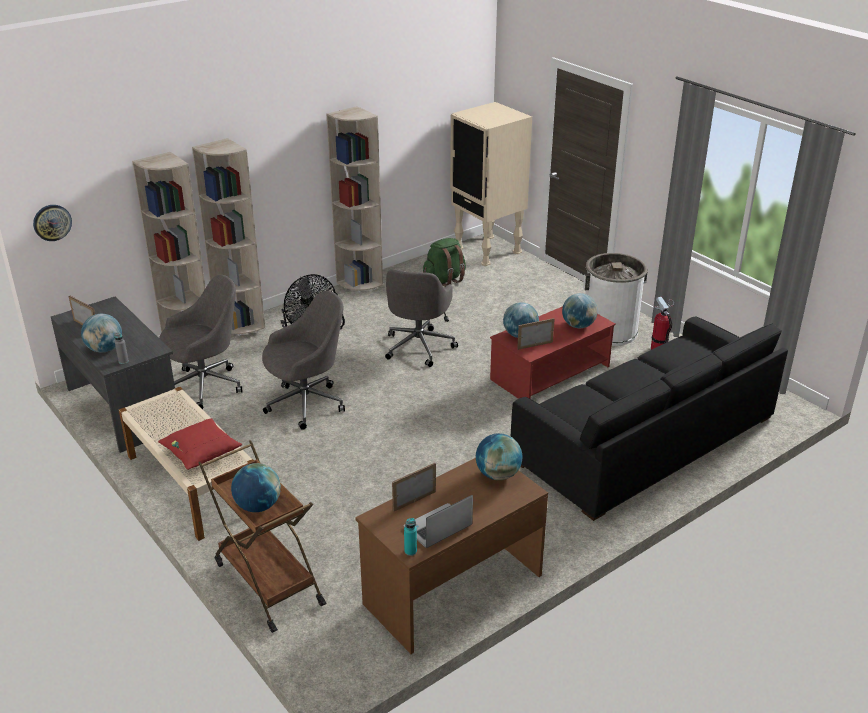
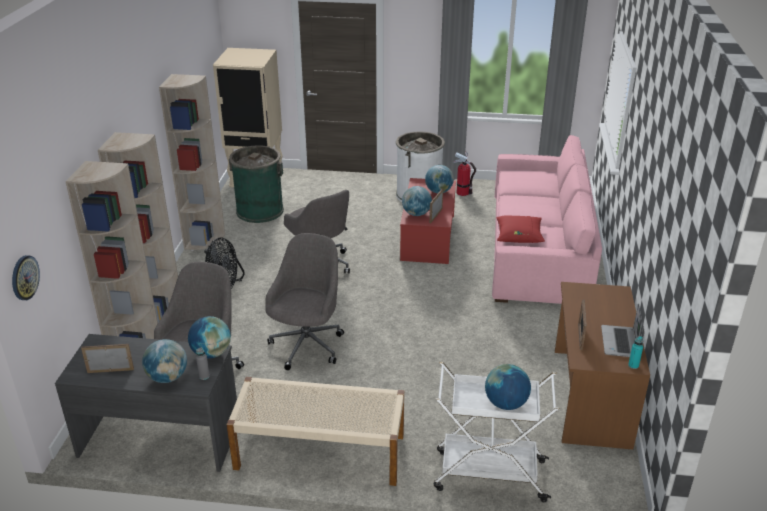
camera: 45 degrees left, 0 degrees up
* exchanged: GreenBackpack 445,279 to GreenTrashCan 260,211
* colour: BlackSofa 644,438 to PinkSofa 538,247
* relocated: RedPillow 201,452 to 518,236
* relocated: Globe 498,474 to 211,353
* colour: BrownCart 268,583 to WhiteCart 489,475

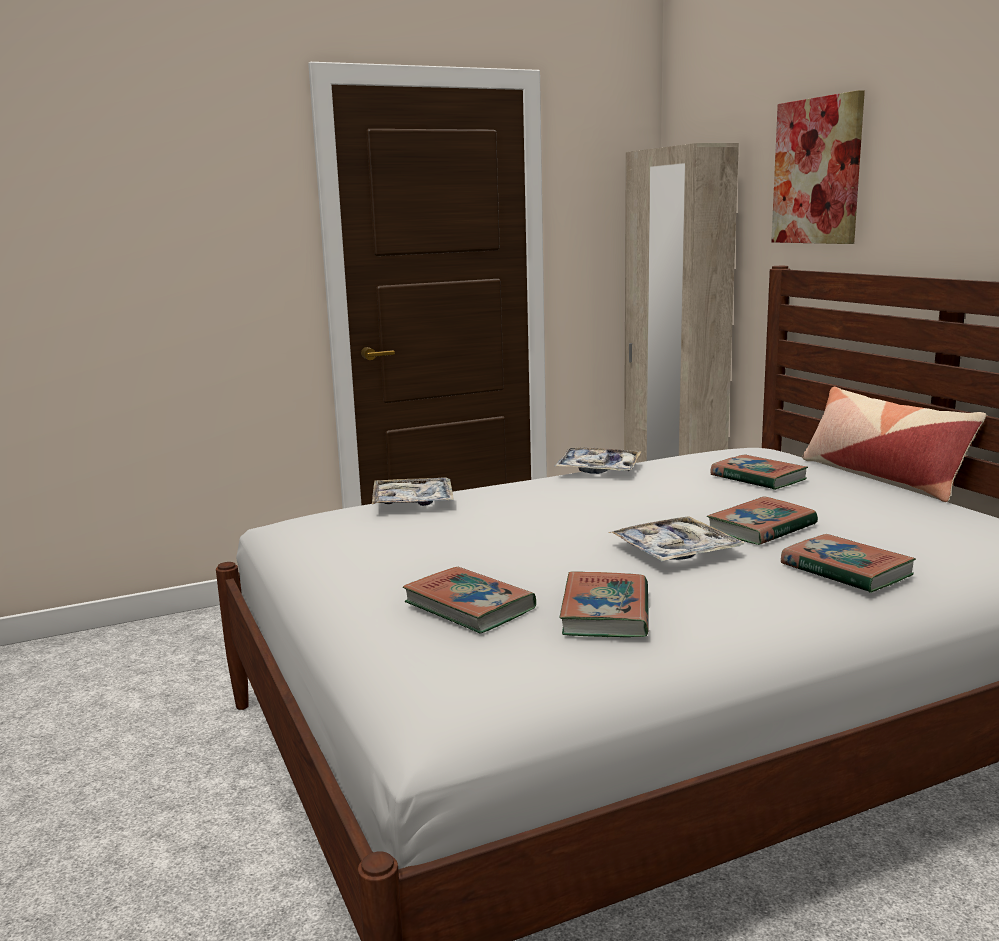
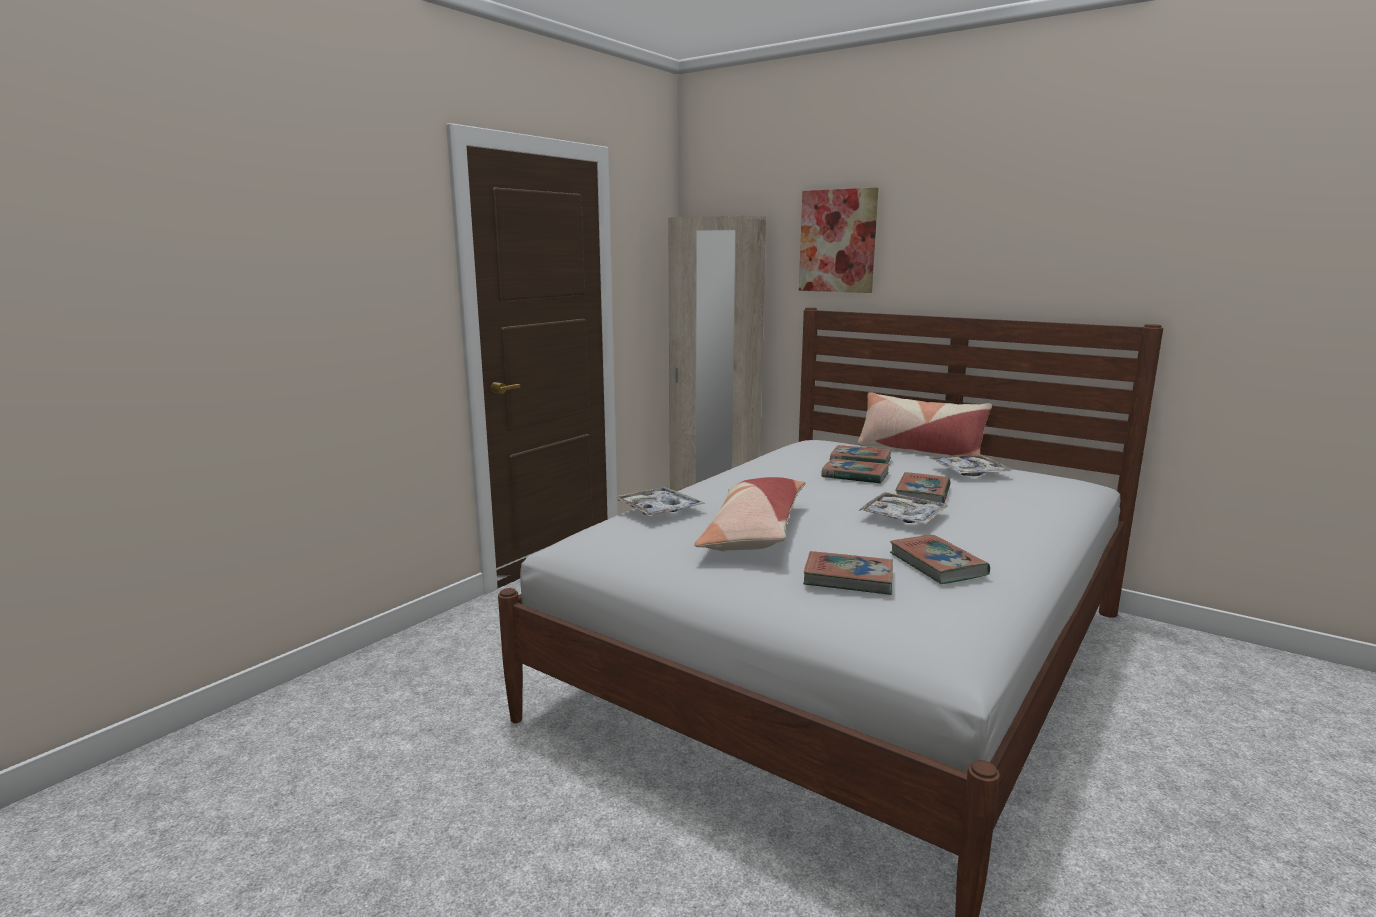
camera: 30 degrees left, 0 degrees up
* relocated: Tray 598,469 to 969,472
* relocated: Book 846,570 to 855,476
* appeared: Pillow 753,531

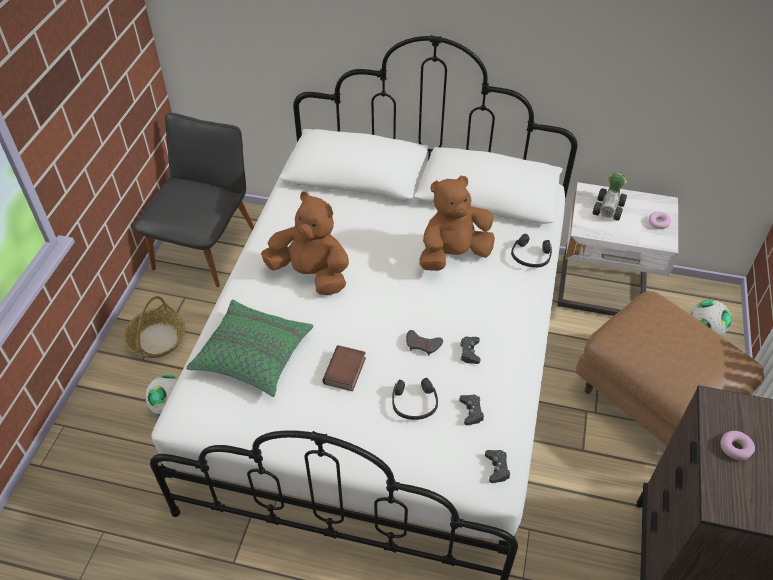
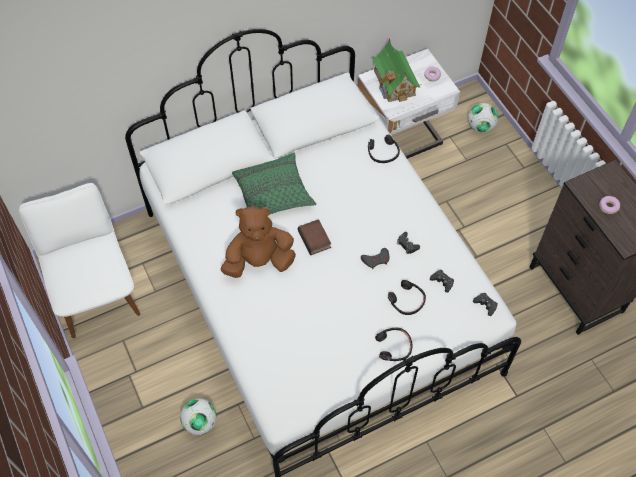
camera: 40 degrees left, 10 degrees up
* colour: BlackChair 204,248 to WhiteChair 96,292
* exchanged: ToyCar 610,207 to ToyHouse 394,83
* missing: BrownPlushToy 453,255
* missing: BrownOttoman 654,403
* missing: Basket 157,339
* relocated: GreenPillow 253,355 to 273,193
* relocated: Book 346,372 to 315,239
* appeared: BlackHeadphones 394,347

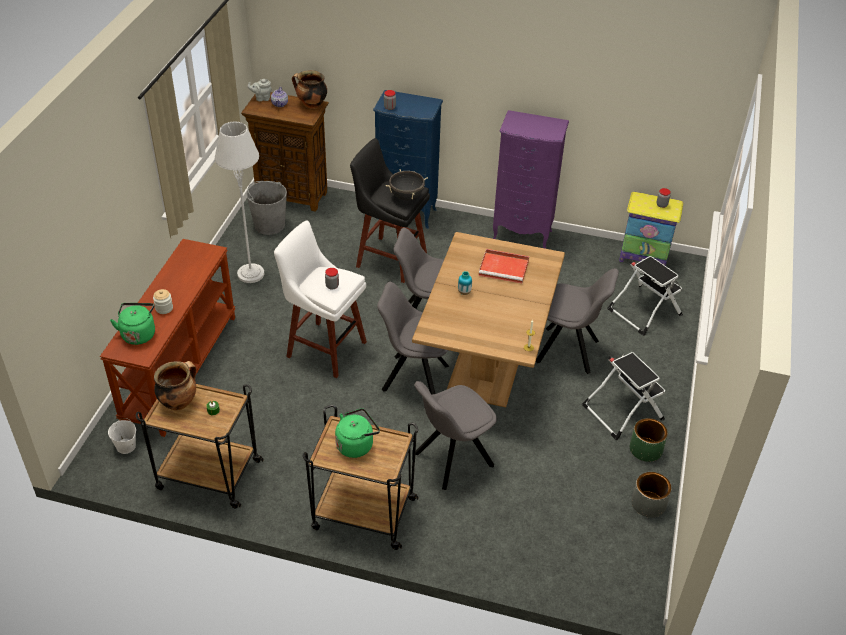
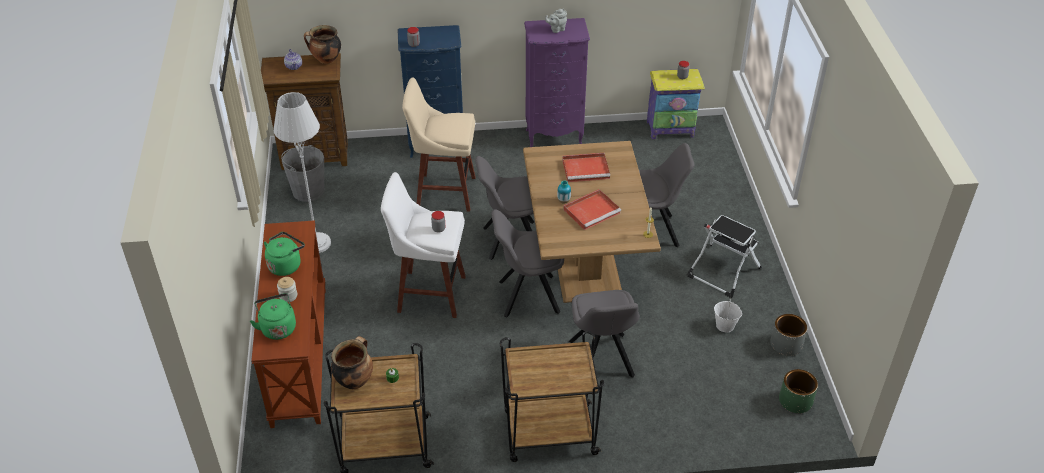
camera: 20 degrees left, 0 degrees up
* relocated: GreyTeapot 262,98 to 556,29
* colour: BlackStool 390,259 to BeigeStool 444,192
* missing: BlackCookingPot 406,197
* missing: StepLadder 644,310
* spun: GreyChair 452,459 = 602,359 45 degrees counterclockwise
* relocated: GreenKettle 356,445 to 286,265
* relocated: WhiteBucket 126,446 to 725,326
* relocated: GreenPlanter 645,450 to 795,401
* appeared: RedTray 592,211

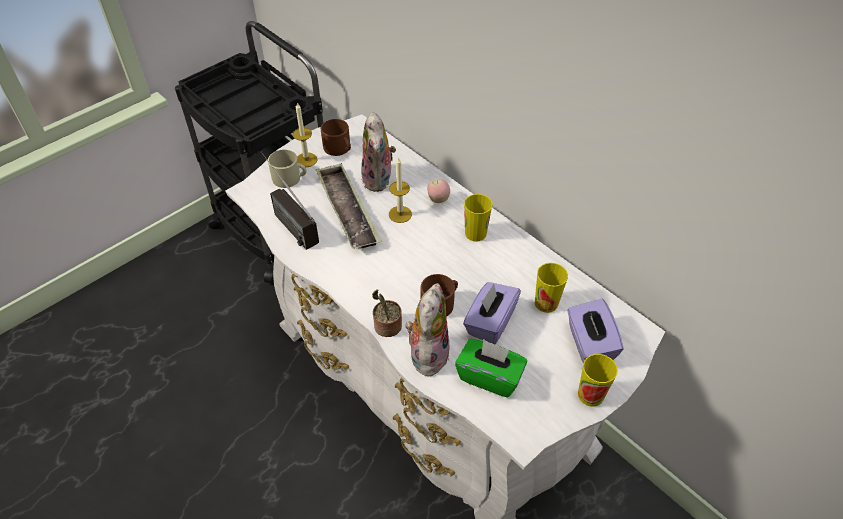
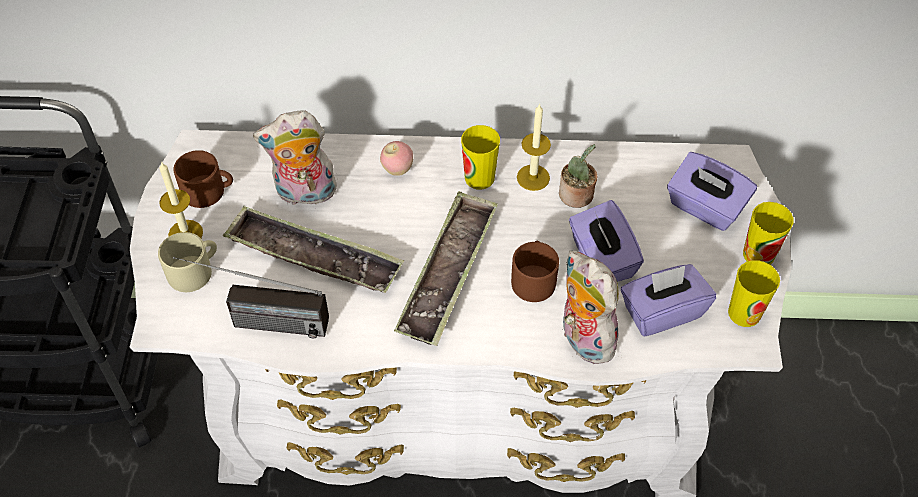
camera: 45 degrees left, 5 degrees up
* spun: PlushToy 379,180 = 304,194 135 degrees clockwise
* relocated: Candle 400,214 to 533,177
* relocated: Cup 546,303 to 744,313
* relocated: PottedPlant 386,327 to 577,196
* colour: GreenTissueBox 489,376 to PurpleTissueBox 662,311
* appeared: Tray 448,273

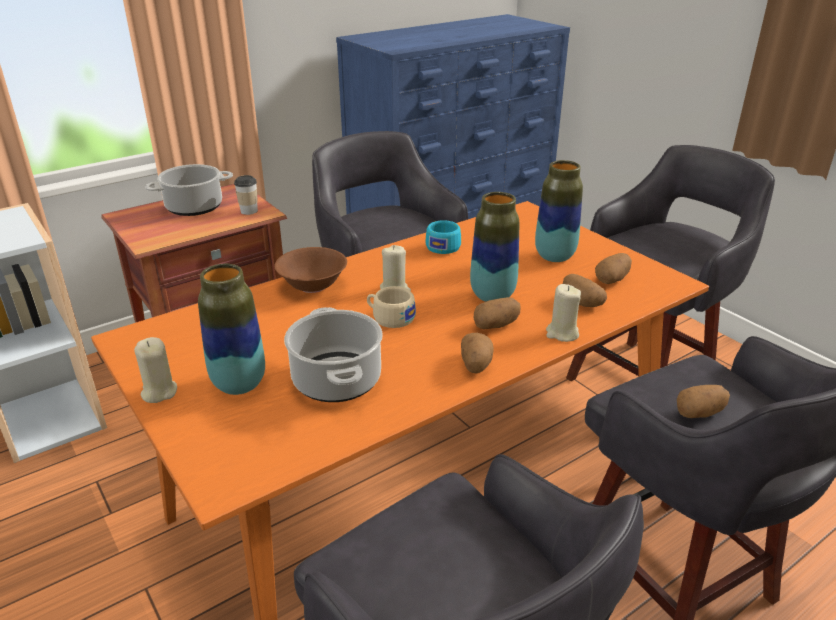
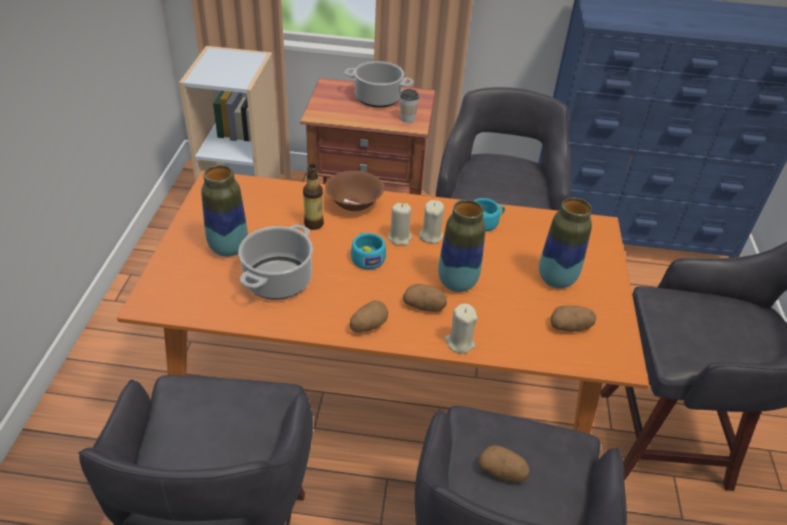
camera: 40 degrees right, 10 degrees up
* missing: Potato 581,302
* colour: BeigeCup 389,317 to TurquoiseCup 366,257
* relocated: BeigeCandle 159,392 to 430,236
* appeared: Bottle 314,224

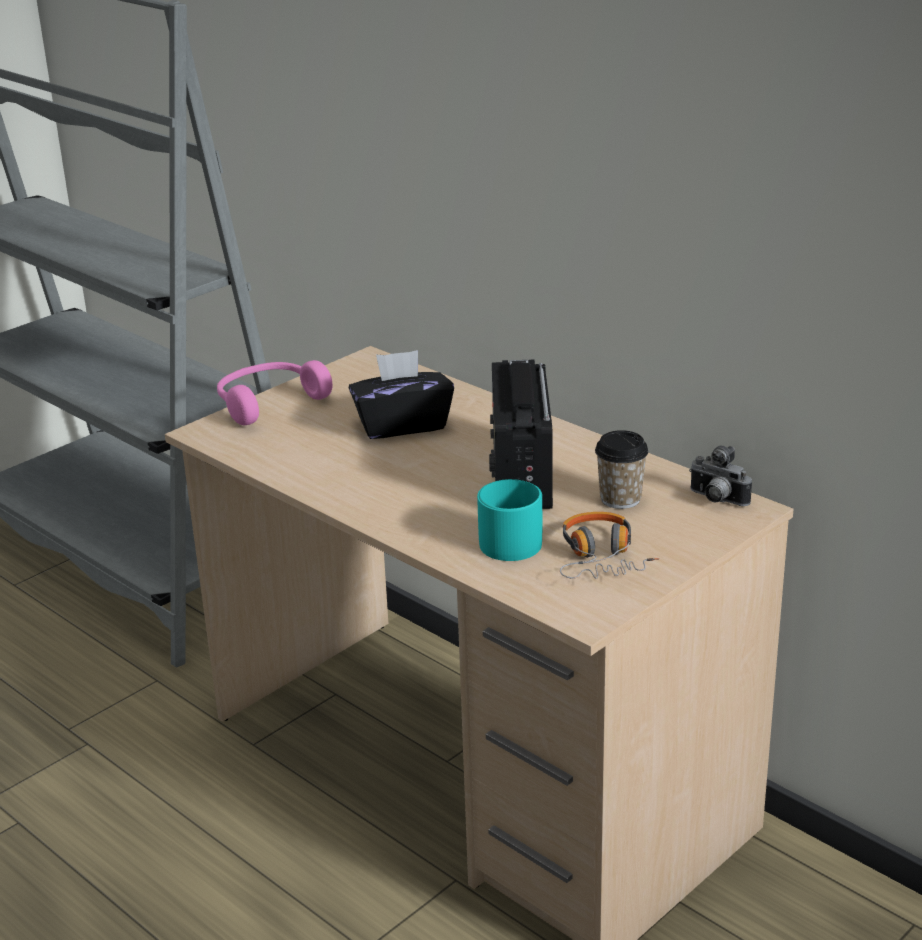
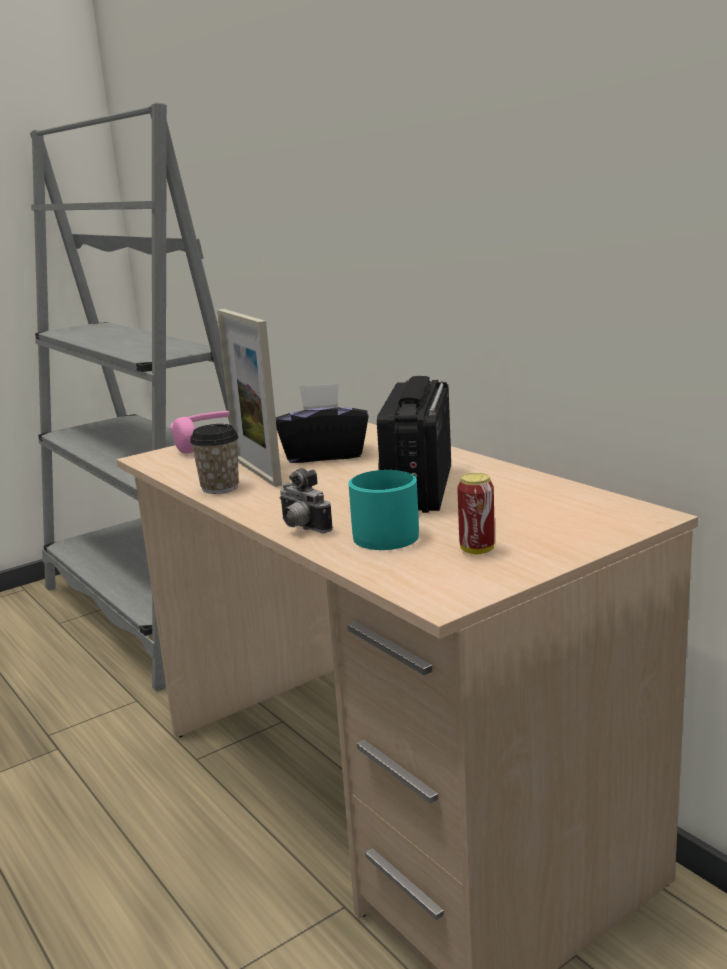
camera: 10 degrees right, 10 degrees down
* relocated: Cup 620,499 to 220,488
* relocated: PhotoCamera 716,500 to 301,528
* exchanged: Headphones 601,558 to Can 477,550
* appeared: PictureFrame 256,471

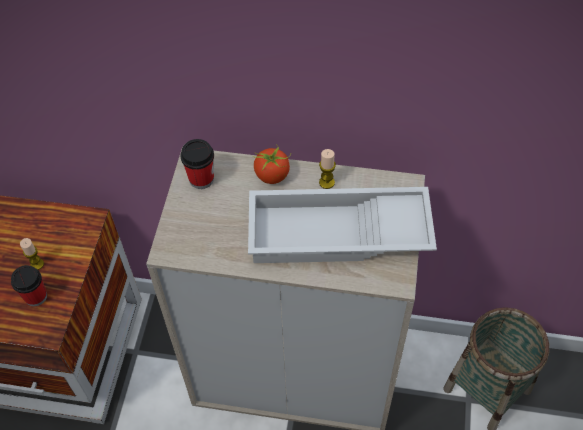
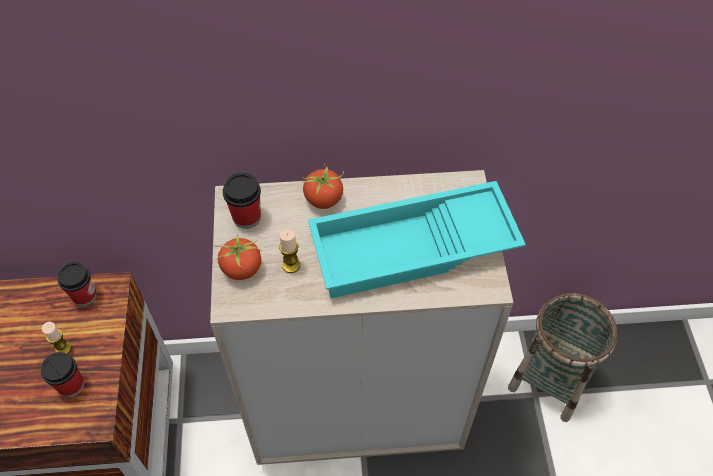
camera: 15 degrees left, 0 degrees up
* relocated: Candle 326,182 to 291,265
* colour: WhiteTray 337,235 to TurquoiseTray 412,250
* appeared: Tomato 241,269
* appeared: Cup 84,296

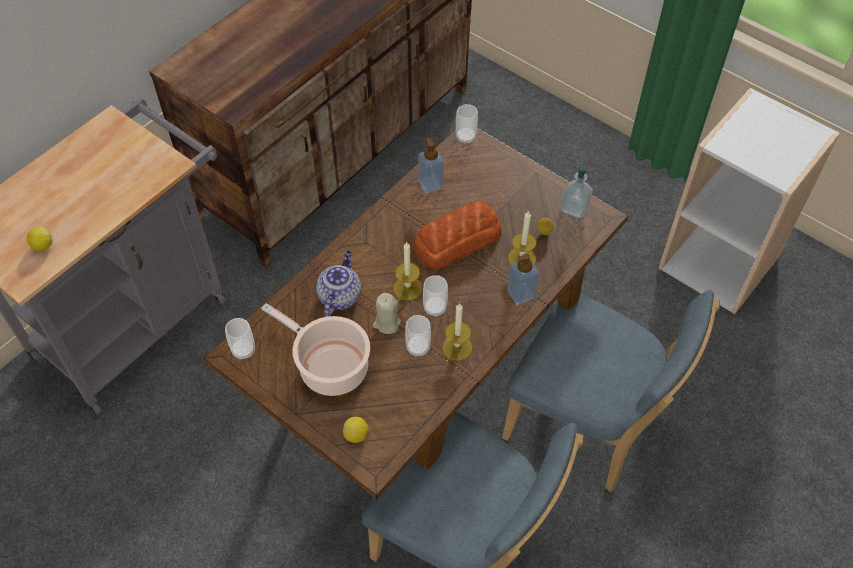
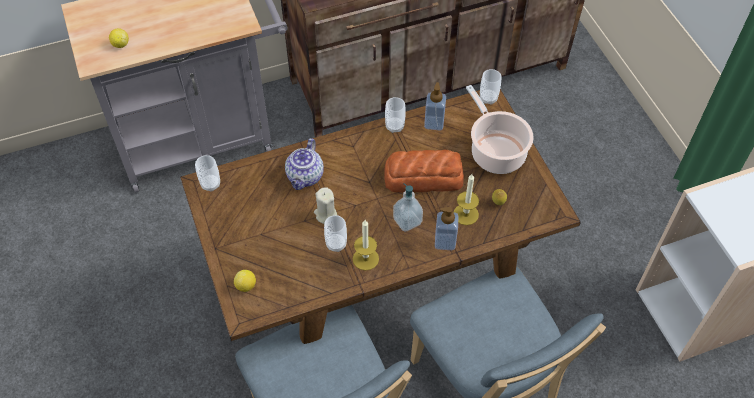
camera: 30 degrees right, 0 degrees up
* relocated: SoapDispenser 574,208 to 407,221
* missing: Candle 407,288
* spun: Teapot 339,296 = 305,177 150 degrees clockwise
* relocated: Cup 435,308 to 394,126
* relocated: CookingPot 329,366 to 496,152

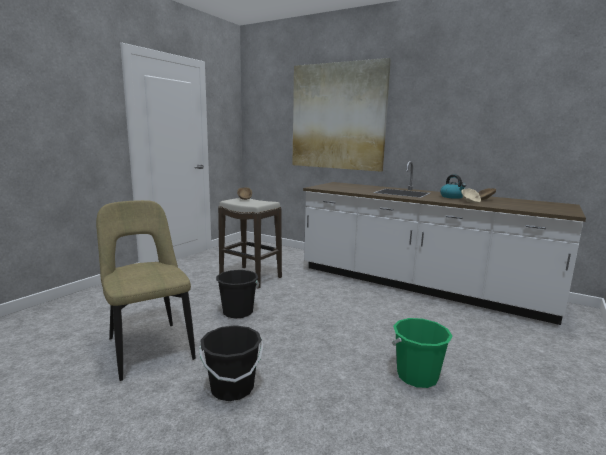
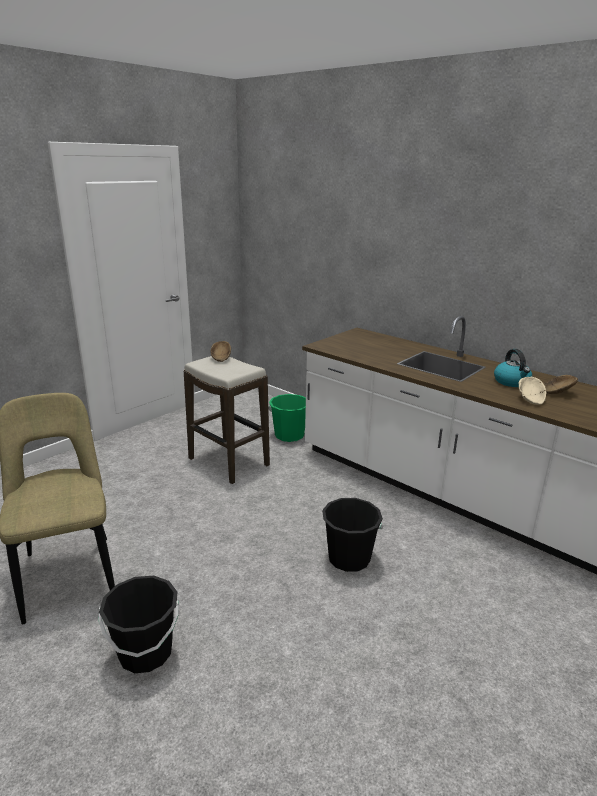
camera: 10 degrees right, 10 degrees up
* missing: Picture 338,117
* relocated: BlackBucket 238,312 to 349,558
* relocated: GreenBucket 417,376 to 289,435

